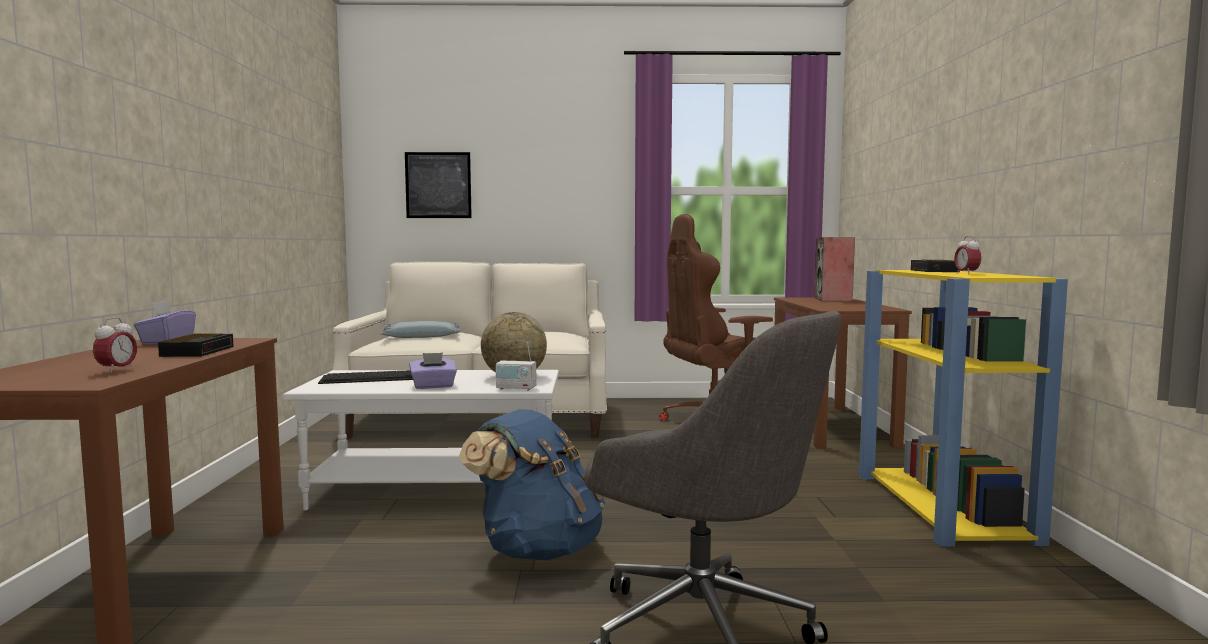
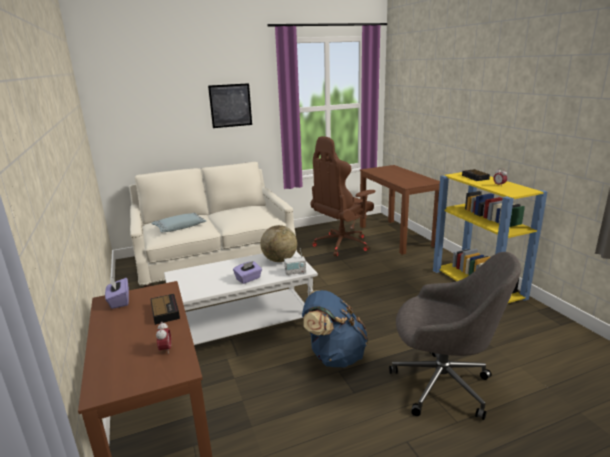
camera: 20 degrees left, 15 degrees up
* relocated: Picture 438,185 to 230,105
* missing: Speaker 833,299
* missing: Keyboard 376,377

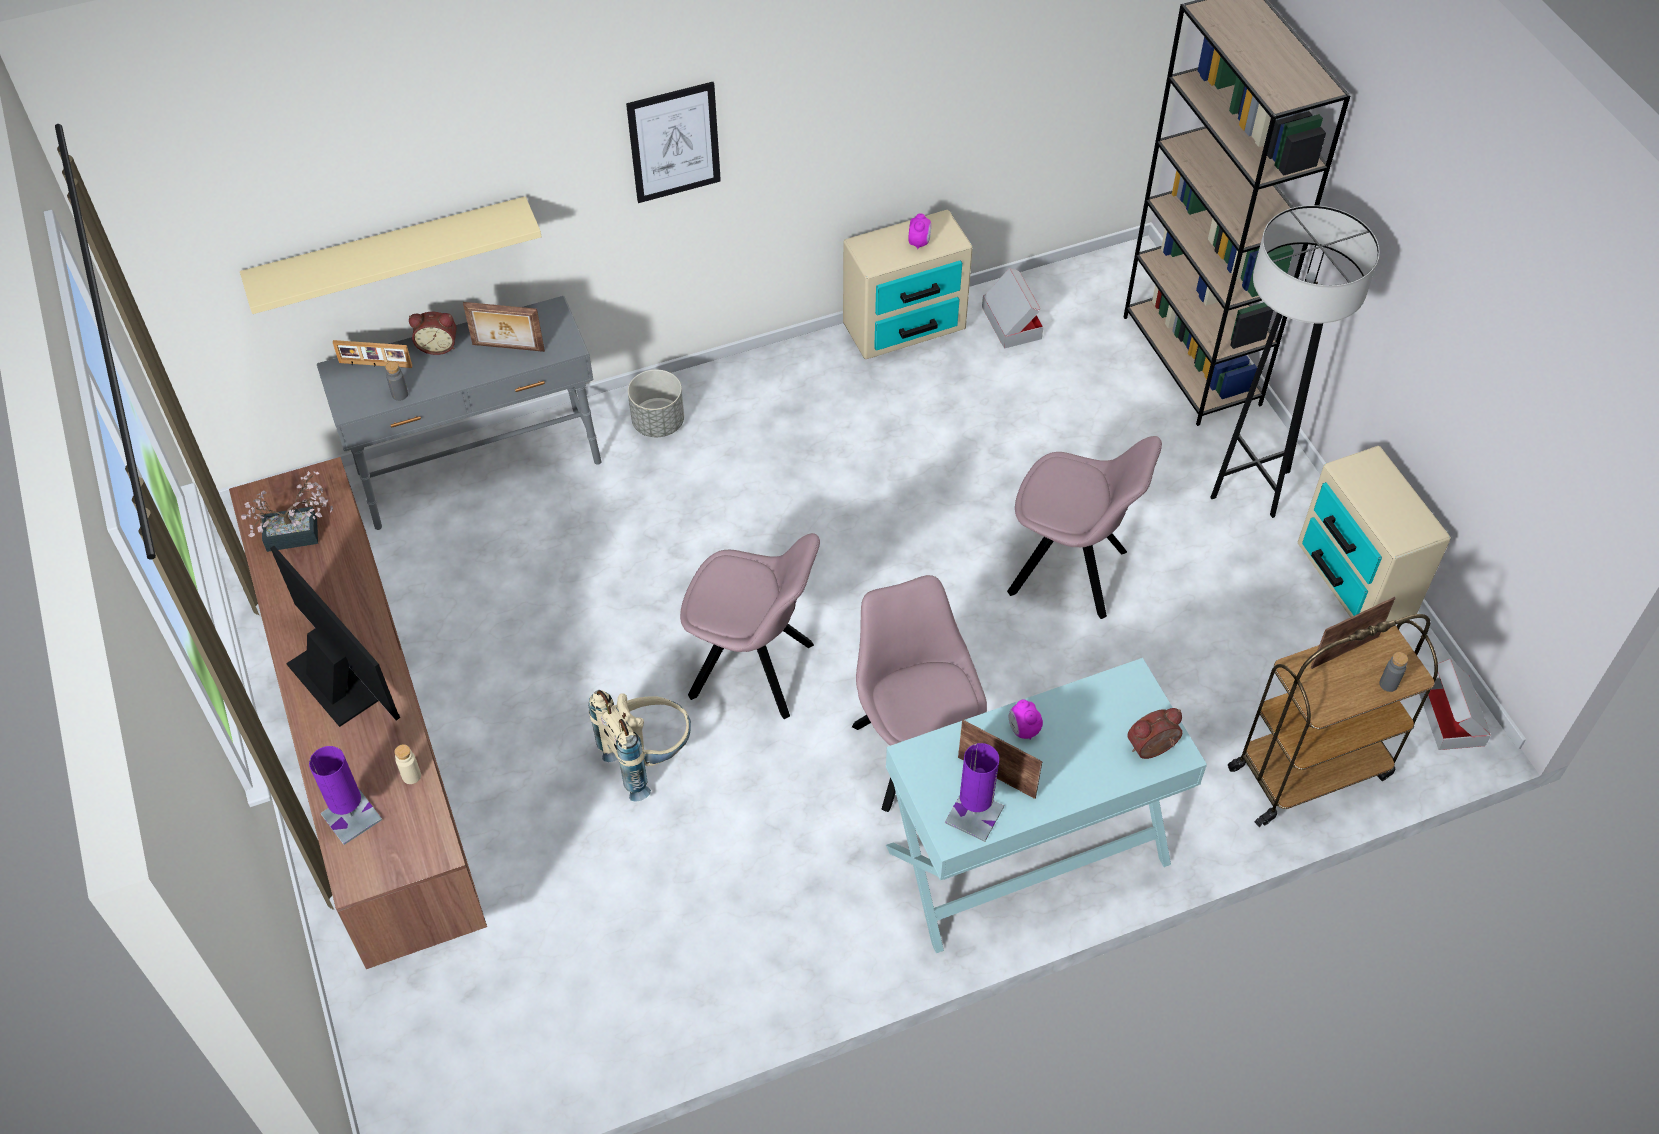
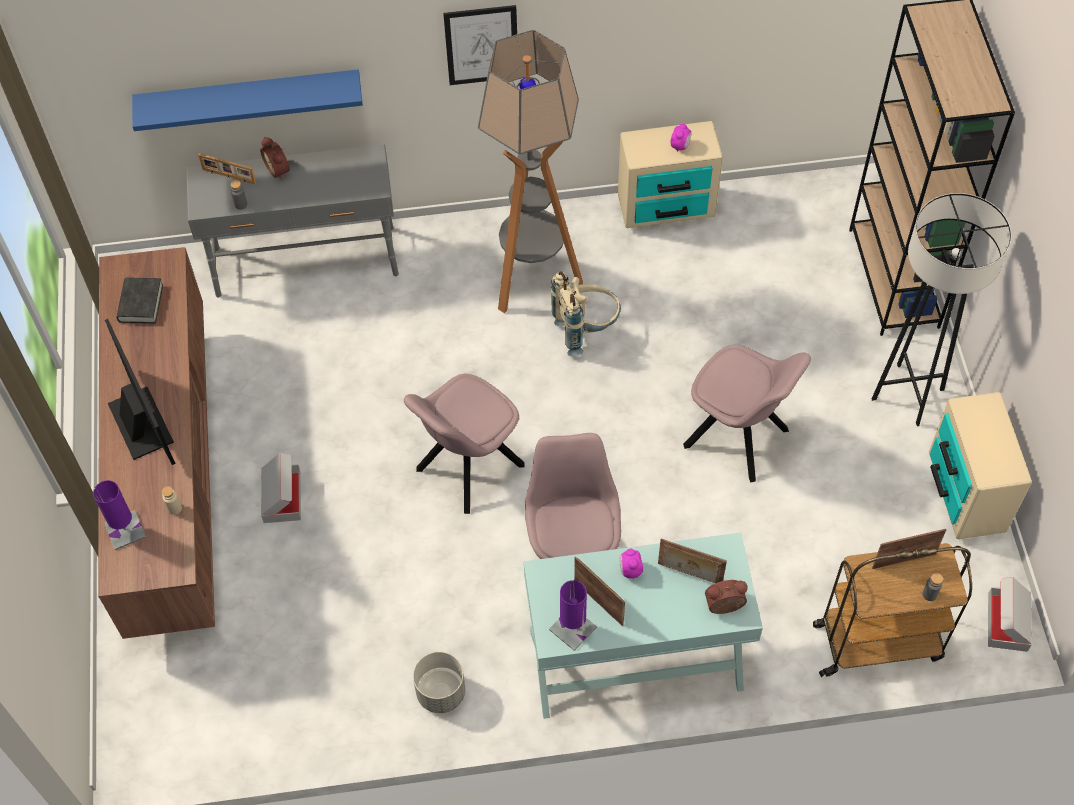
camera: 15 degrees right, 5 degrees up
* colour: BeigeShelf 390,253 to BlueShelf 249,97
* relocated: CardboardBox 1011,322 to 282,497
* relocated: PictureFrame 508,348 to 689,575
* spun: AlarmClock 438,345 = 279,169 45 degrees clockwise
* relocated: GreyPlanter 658,423 to 440,692
* exchanged: PottedPlant 299,534 to BlackBook 140,303
* spun: PinkChair 753,670 = 468,467 105 degrees clockwise
* relocated: BeigeBackpack 648,758 to 586,329
* appeared: FloorLamp 533,279

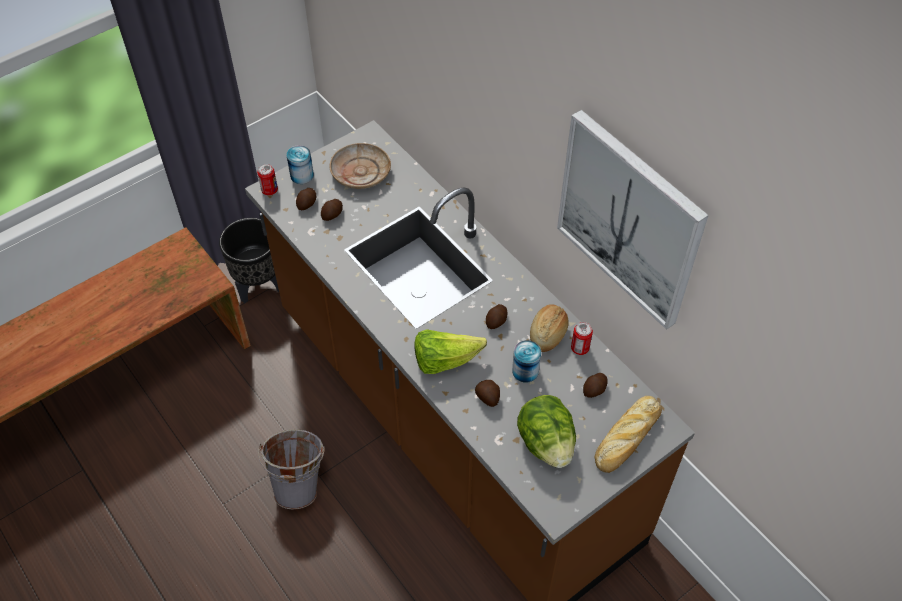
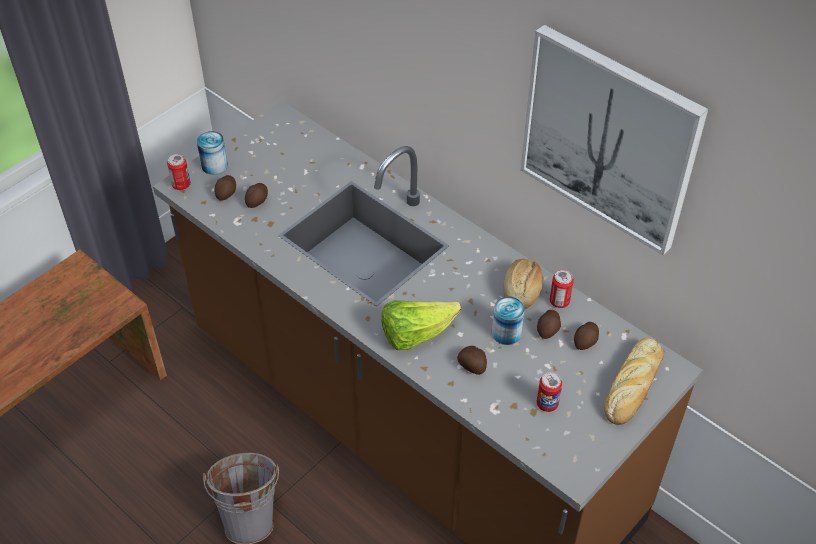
camera: 10 degrees left, 5 degrees down
* missing: BeigePlate 360,172
* missing: BlackPlanter 259,286
* relocated: Potato 497,321 to 548,329
* exchanged: Lettuce 546,443 to Can 547,404

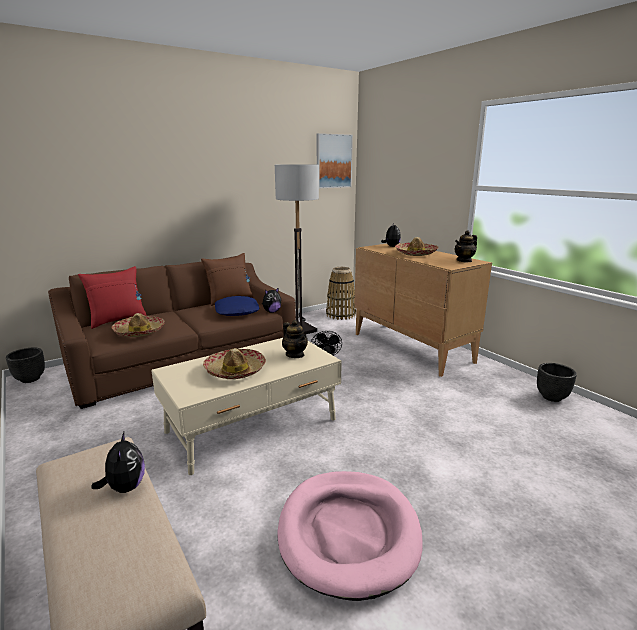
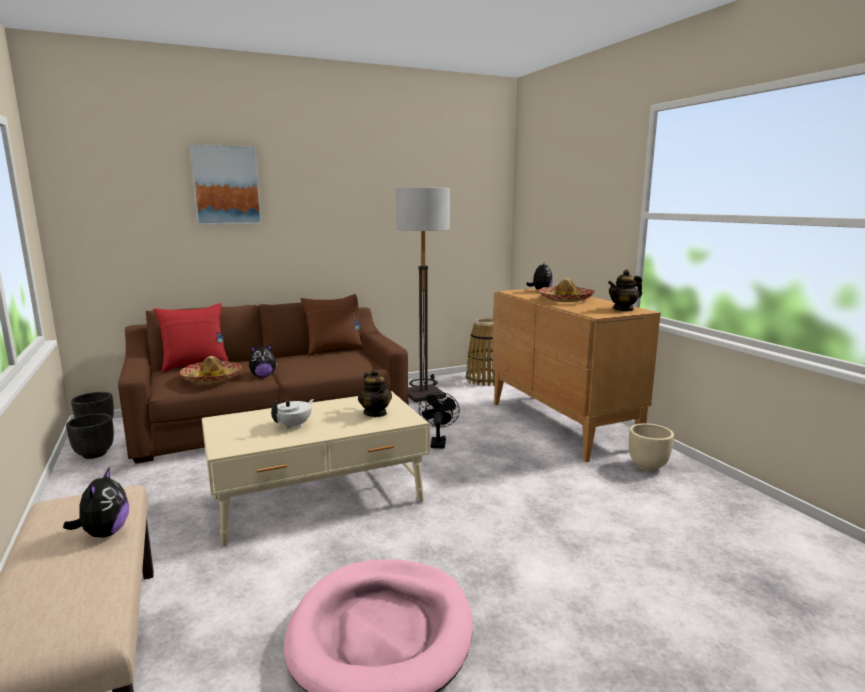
camera: 10 degrees right, 5 degrees down
* relocated: Picture 333,161 to 226,185
* relocated: PlushToy 272,312 to 263,376
* missing: BluePillow 237,311
* exchanged: Hat 235,371 to WhiteTeapot 294,425
* relocated: BlackPlanter 551,397 to 94,454
* appeared: BeigePlanter 648,466

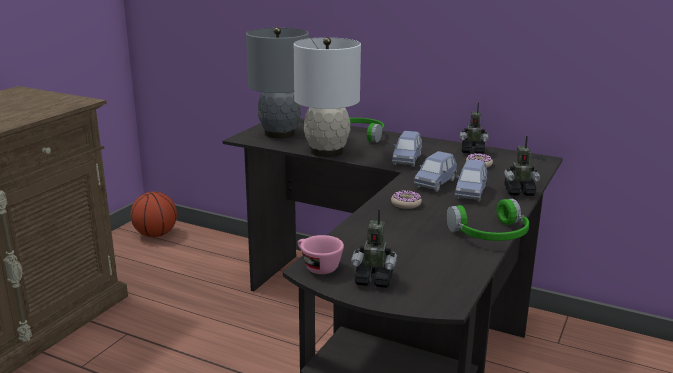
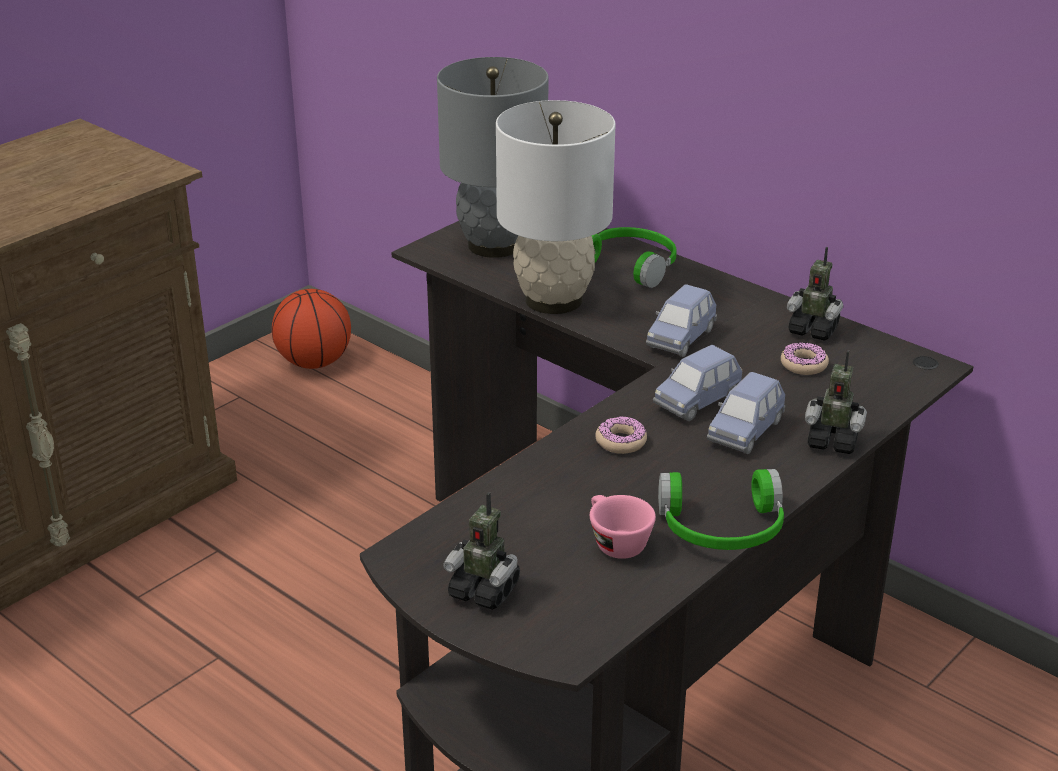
camera: 15 degrees right, 10 degrees up
* relocated: PinkCup 317,266 to 615,542

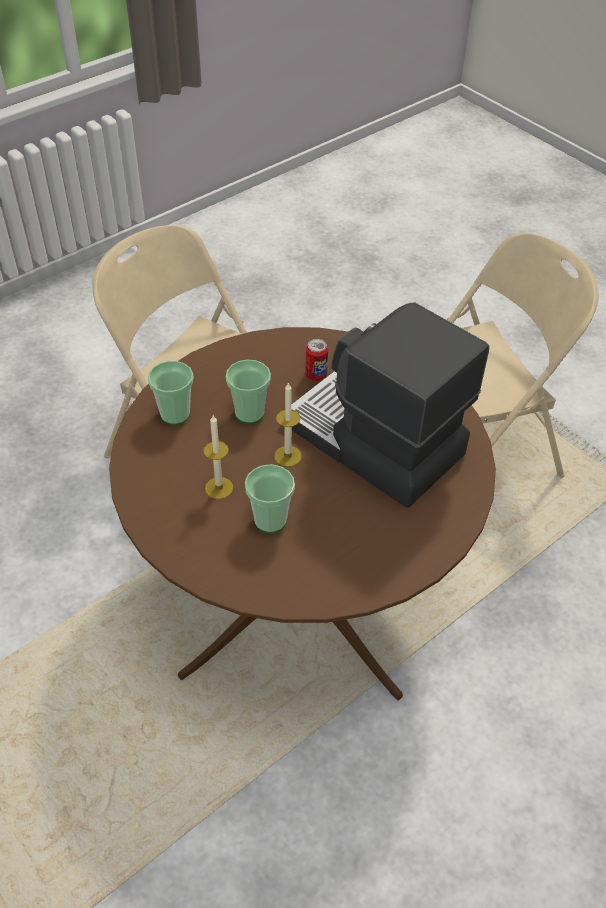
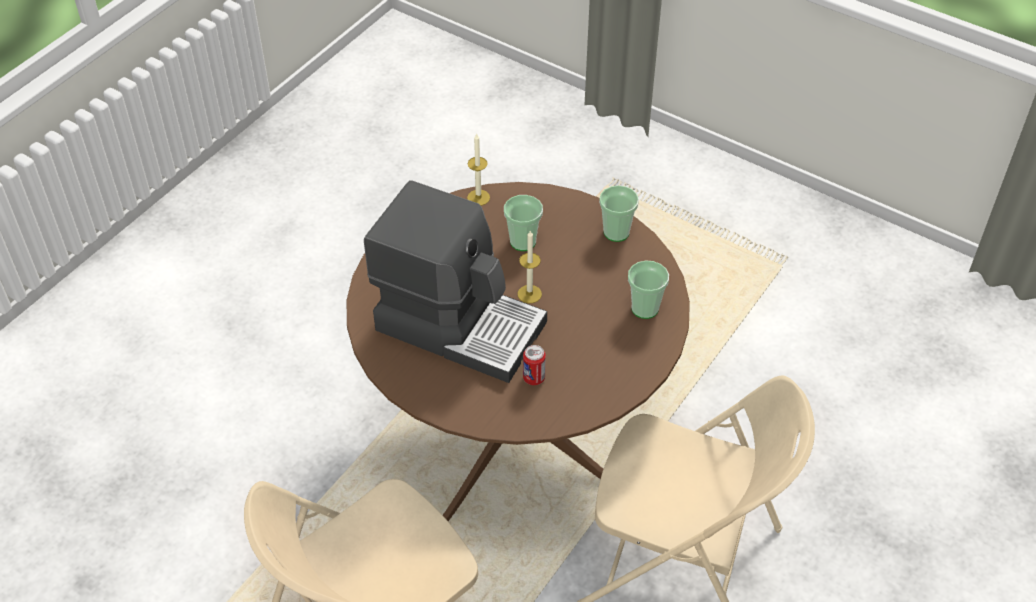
camera: 165 degrees right, 0 degrees up
* relocated: Cup 249,413 to 616,232
* relocated: Candle 219,488 to 478,197

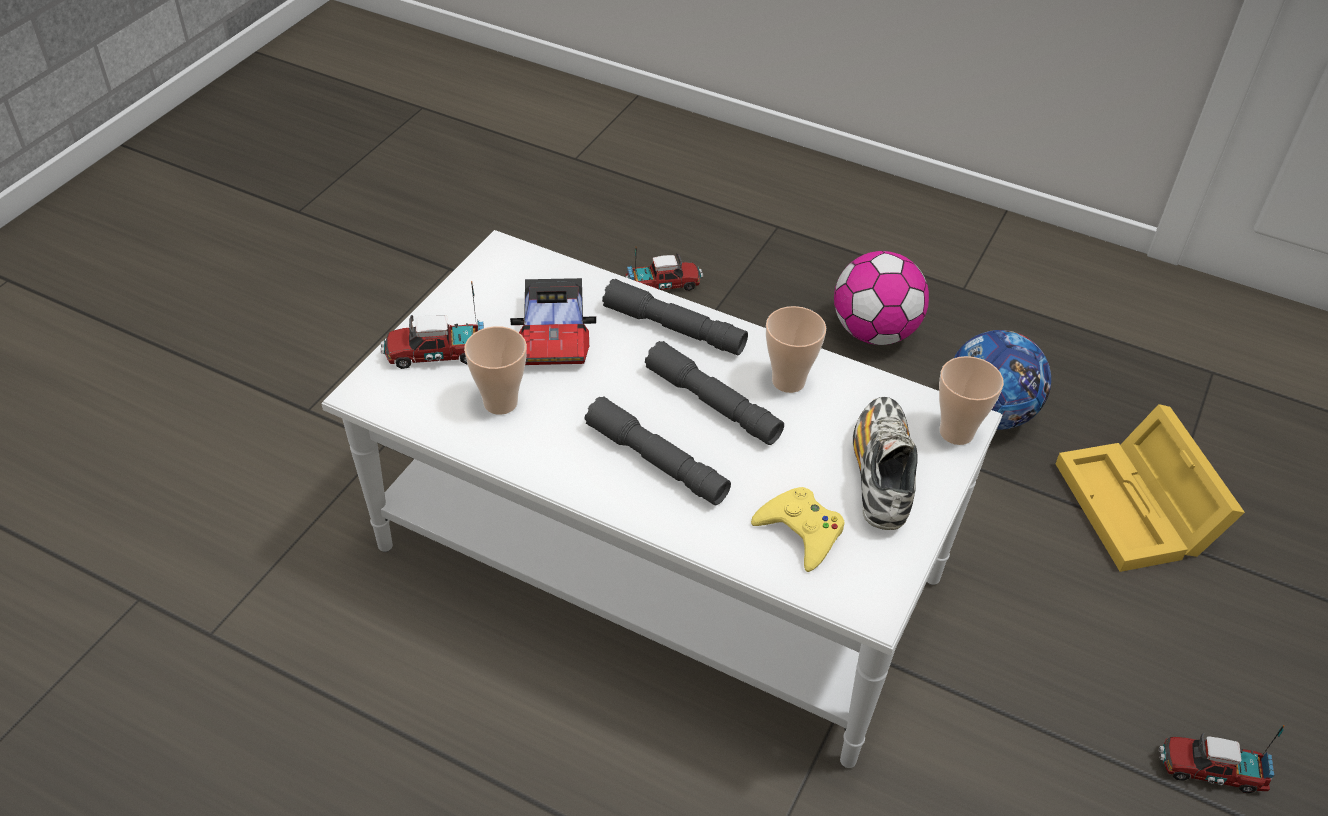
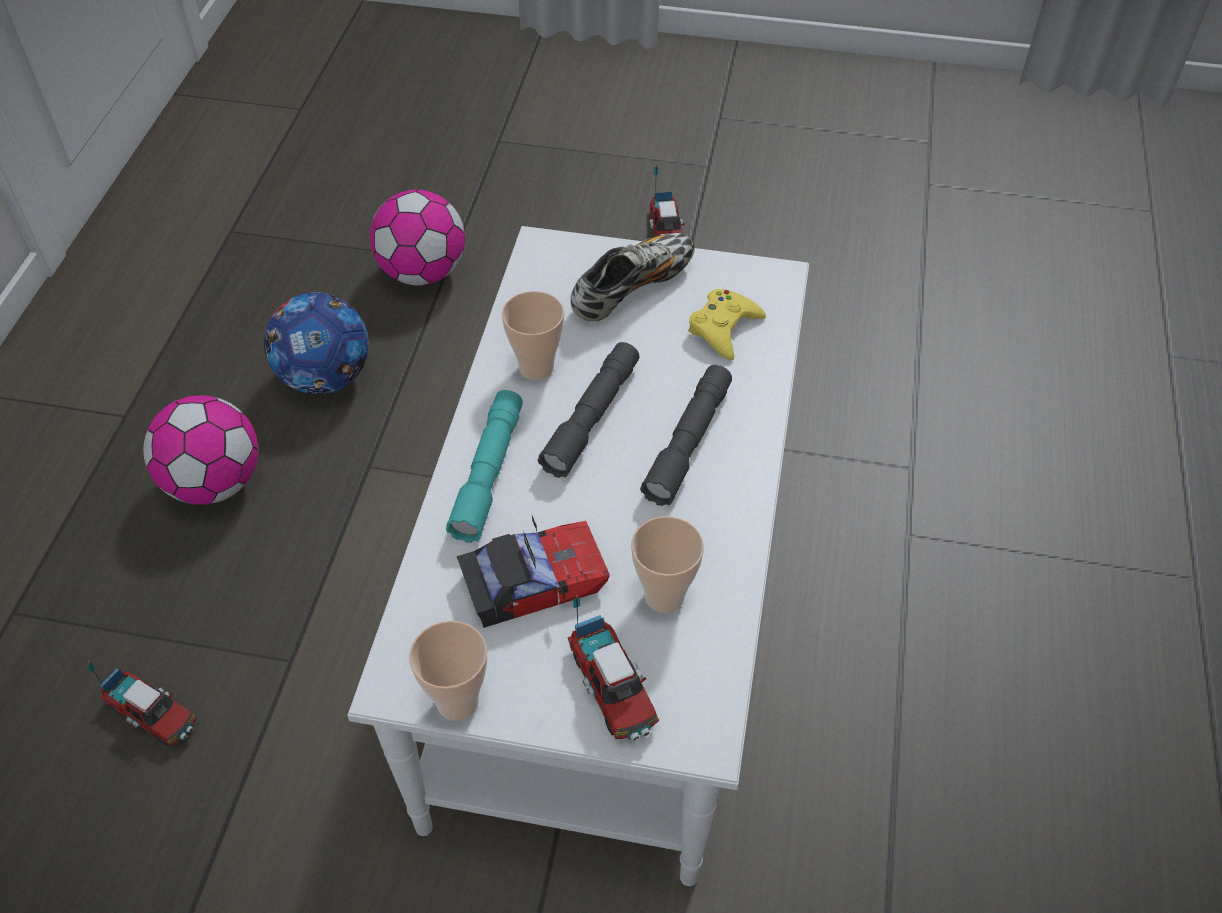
camera: 105 degrees left, 5 degrees up
* spun: ToyTruck 664,285 = 153,714 150 degrees clockwise
* colour: GreyFlashlight 674,328 to TurquoiseFlashlight 488,473
* relocated: Cup 956,432 to 457,701
* spun: Shoe 881,474 = 632,288 150 degrees clockwise
* exchanged: YellowStorageBox 1139,510 to Football 423,272

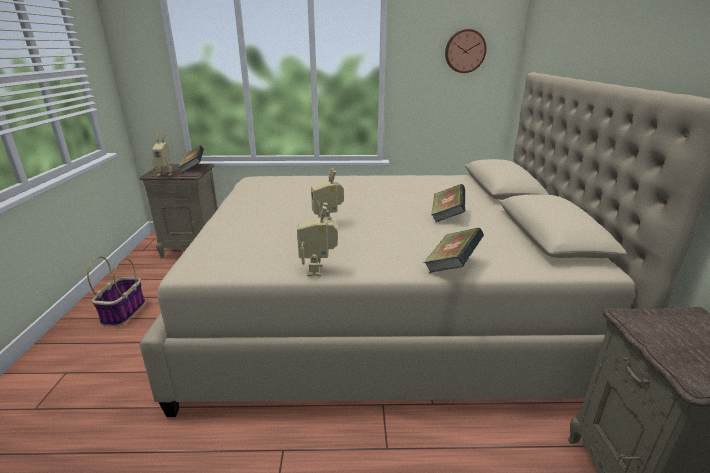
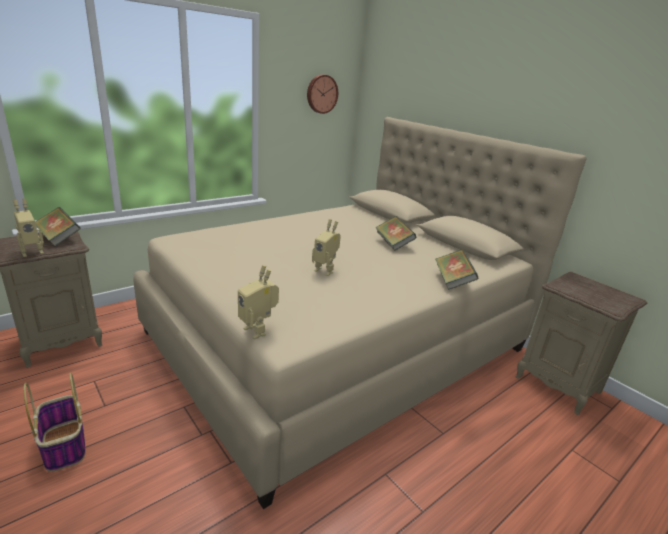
camera: 40 degrees left, 0 degrees up
* relocated: ToyRobot 319,270 to 258,330

